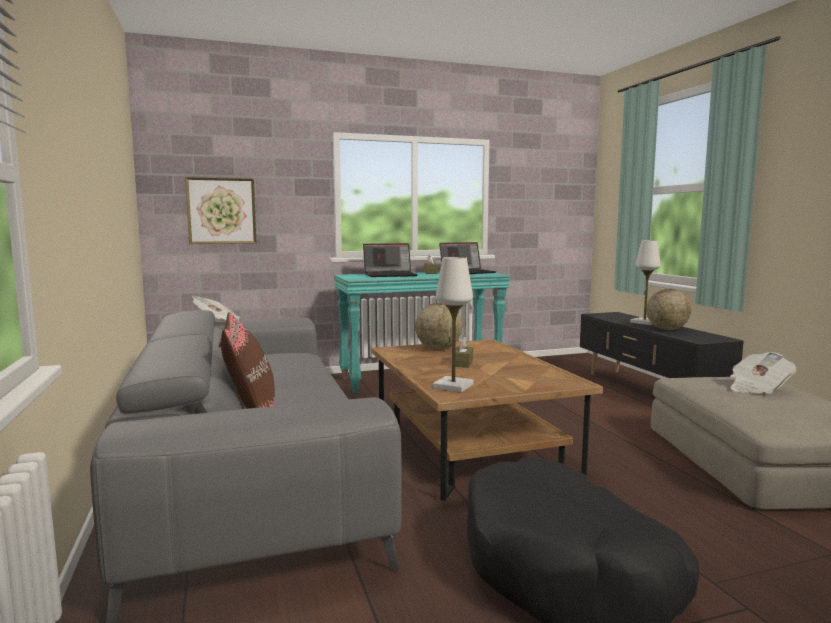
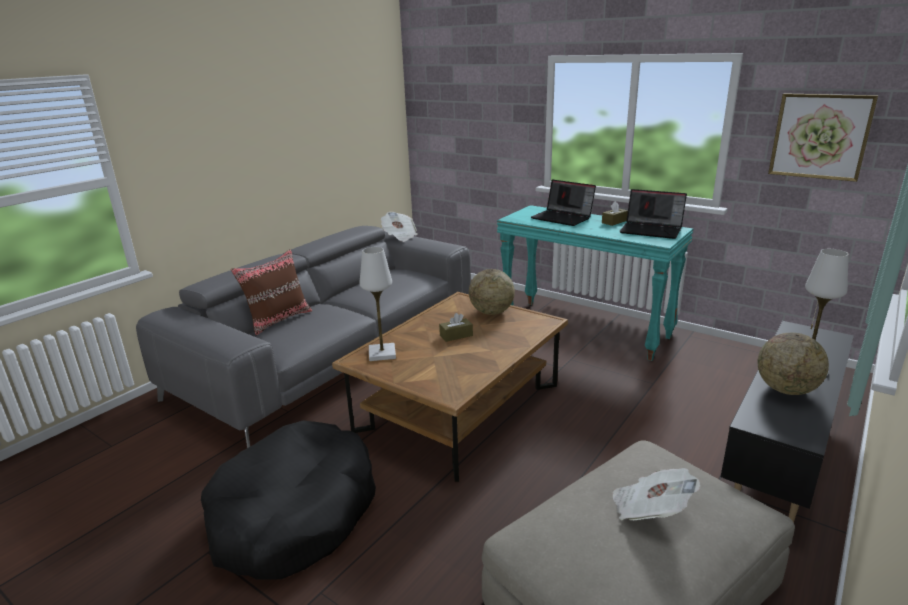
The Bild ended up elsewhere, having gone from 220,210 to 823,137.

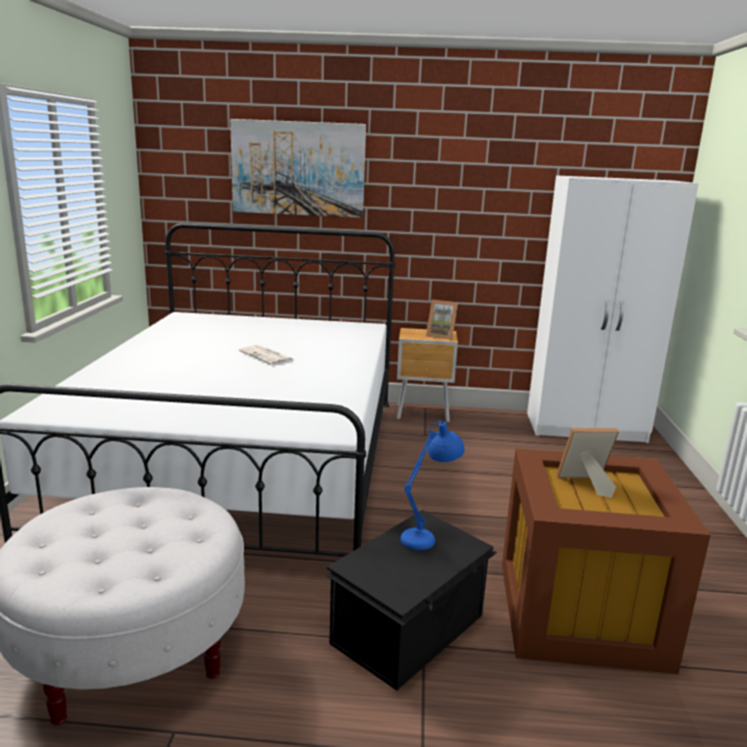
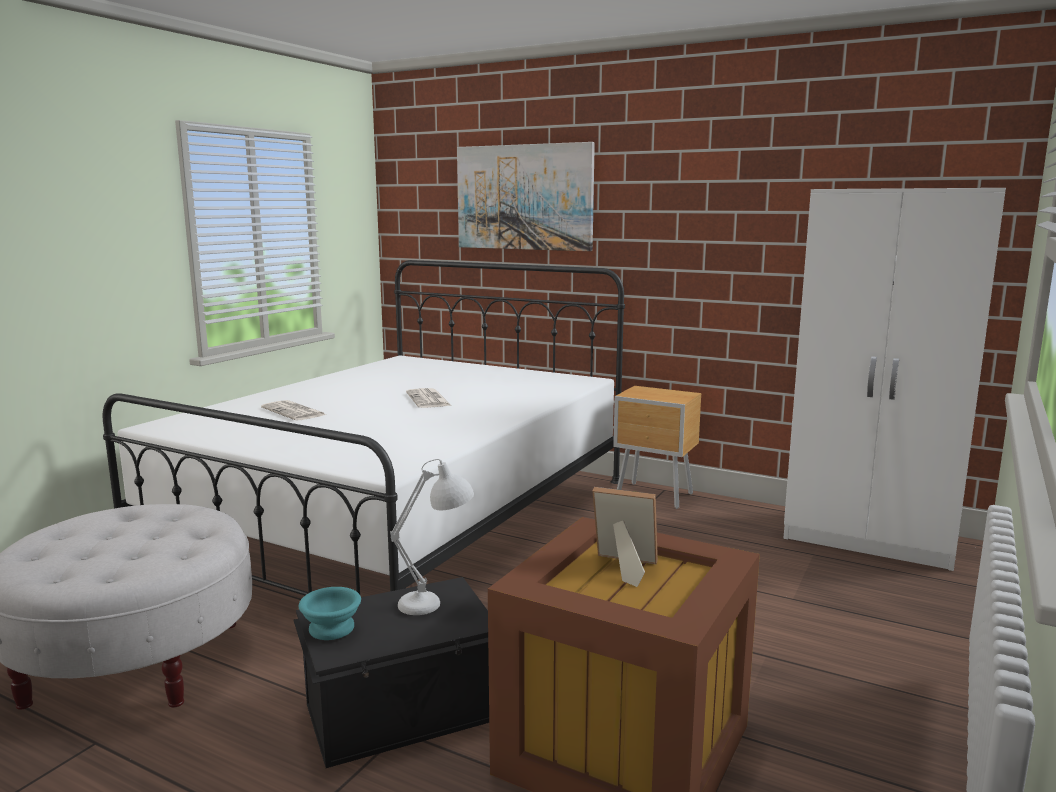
The second view gained the Zeitung at 293,410. The second view gained the Schüssel/türkis at 330,613. What was the Tischlampe/blau at 432,485 turned into the Tischlampe/weiß at 432,537. The second view lost the Bilderrahmen at 442,319.

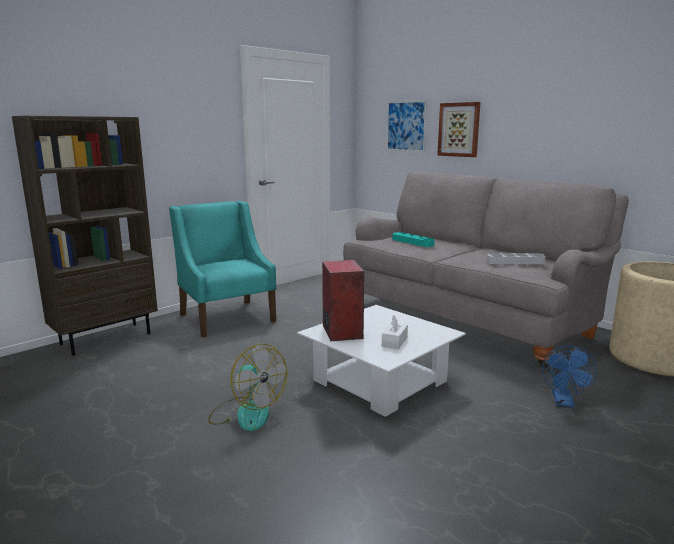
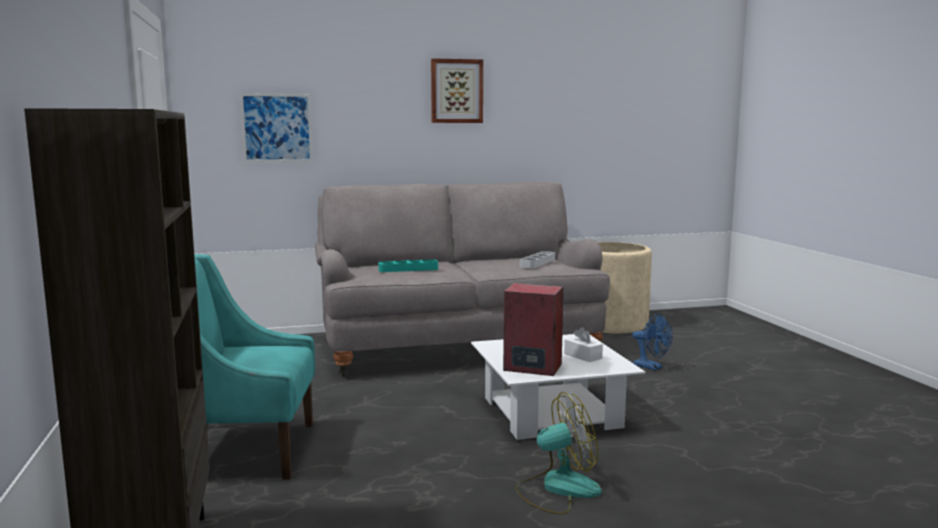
The Bild ended up elsewhere, having gone from 459,129 to 457,90.

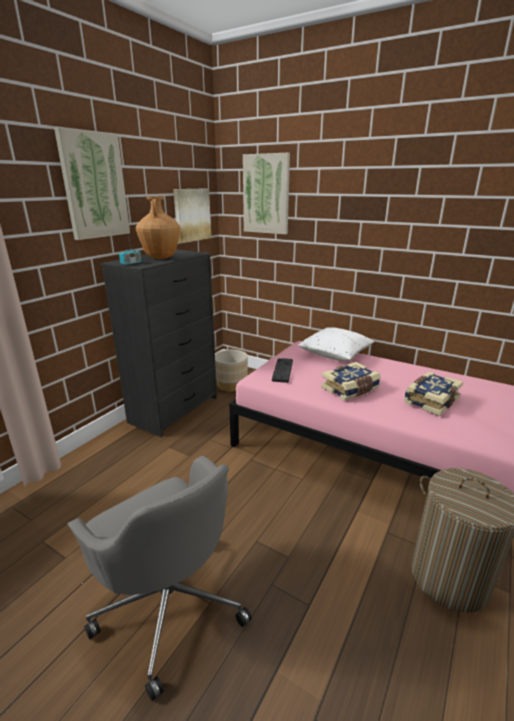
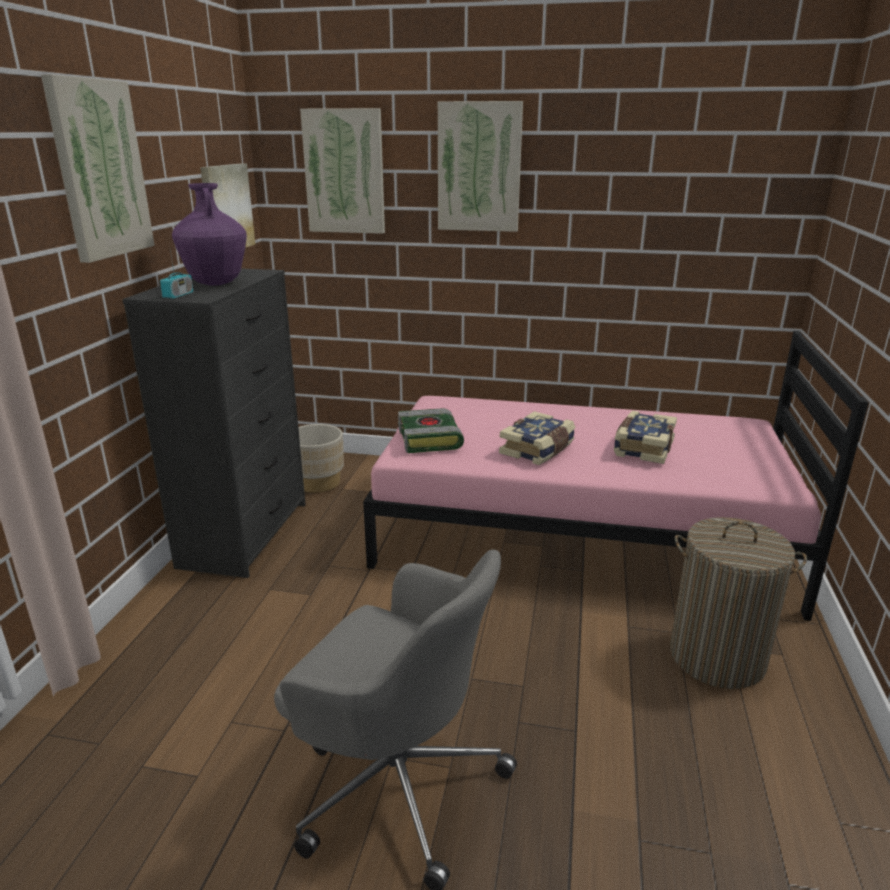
What was the Vase/braun at 158,227 turned into the Vase/lila at 209,234. Where the Tastatur stood at 282,370, the Buch came to stand at 431,430. The second view gained the Bild at 480,166. The second view lost the Kissen/weiß at 336,344.

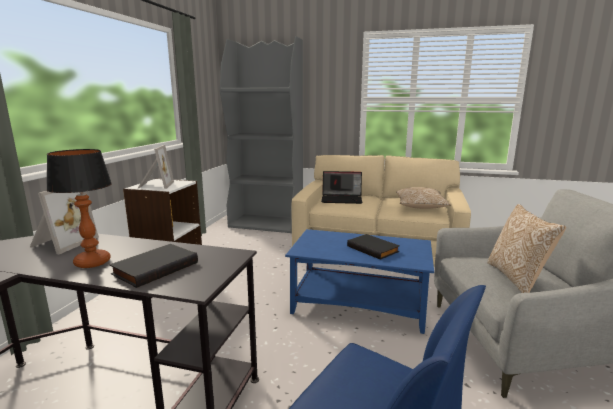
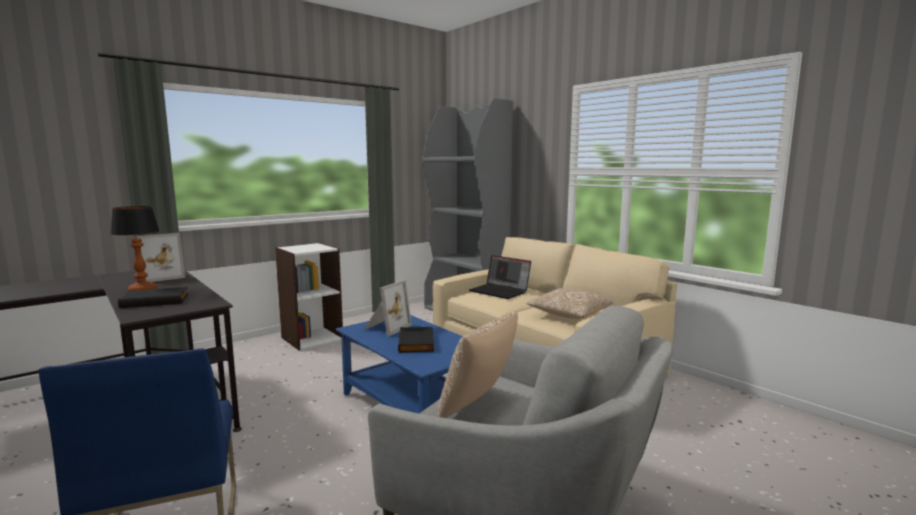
The Bilderrahmen ended up elsewhere, having gone from 156,167 to 388,308.

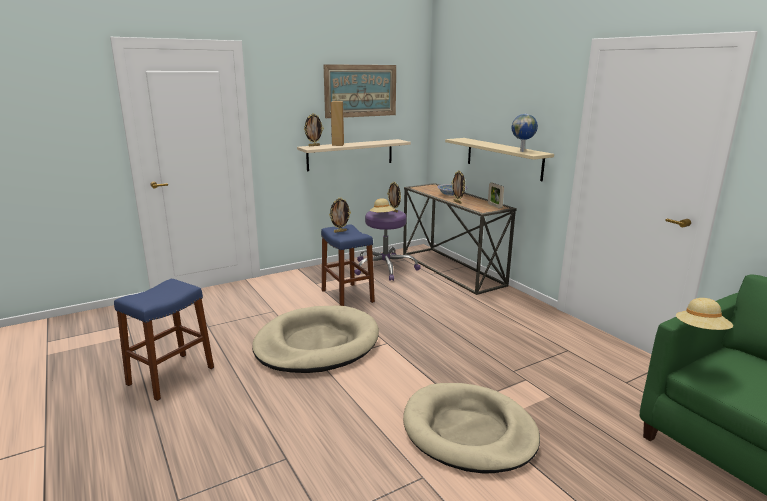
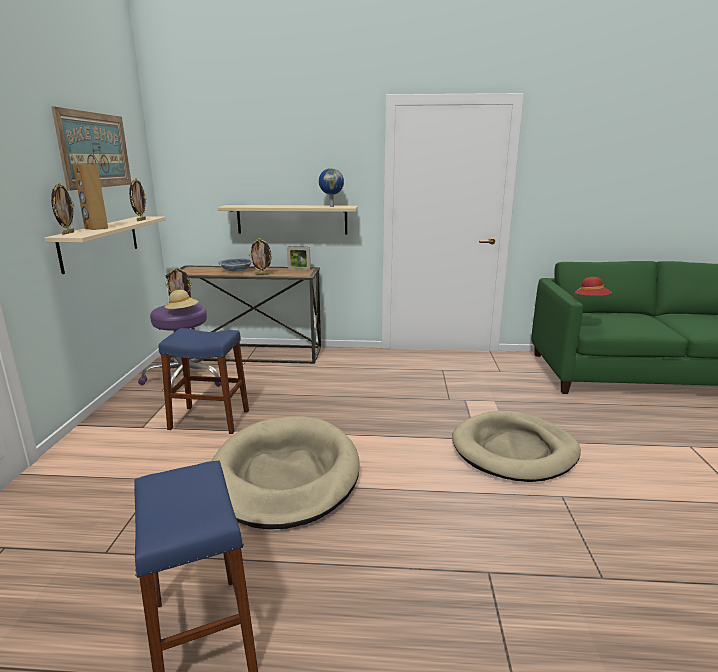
The Bilderrahmen ended up elsewhere, having gone from 340,215 to 138,199. What was the Hut/beige at 704,314 turned into the Hut/rot at 593,287.

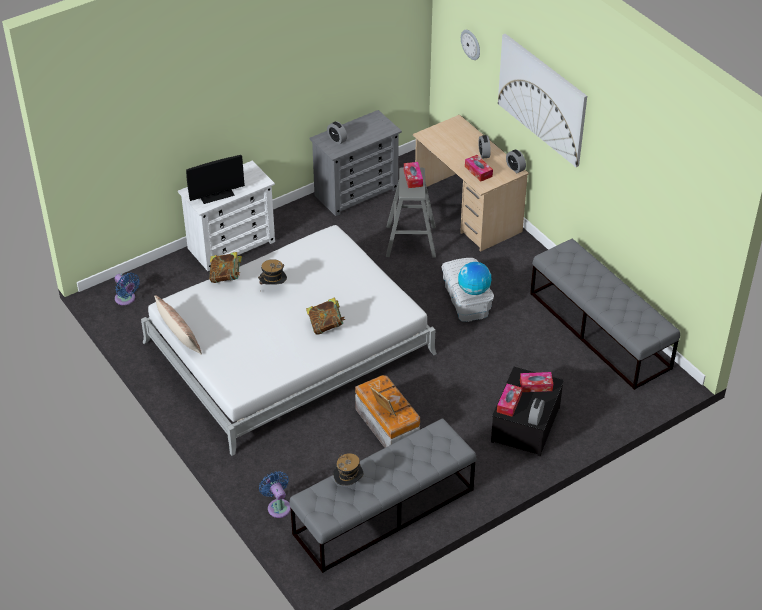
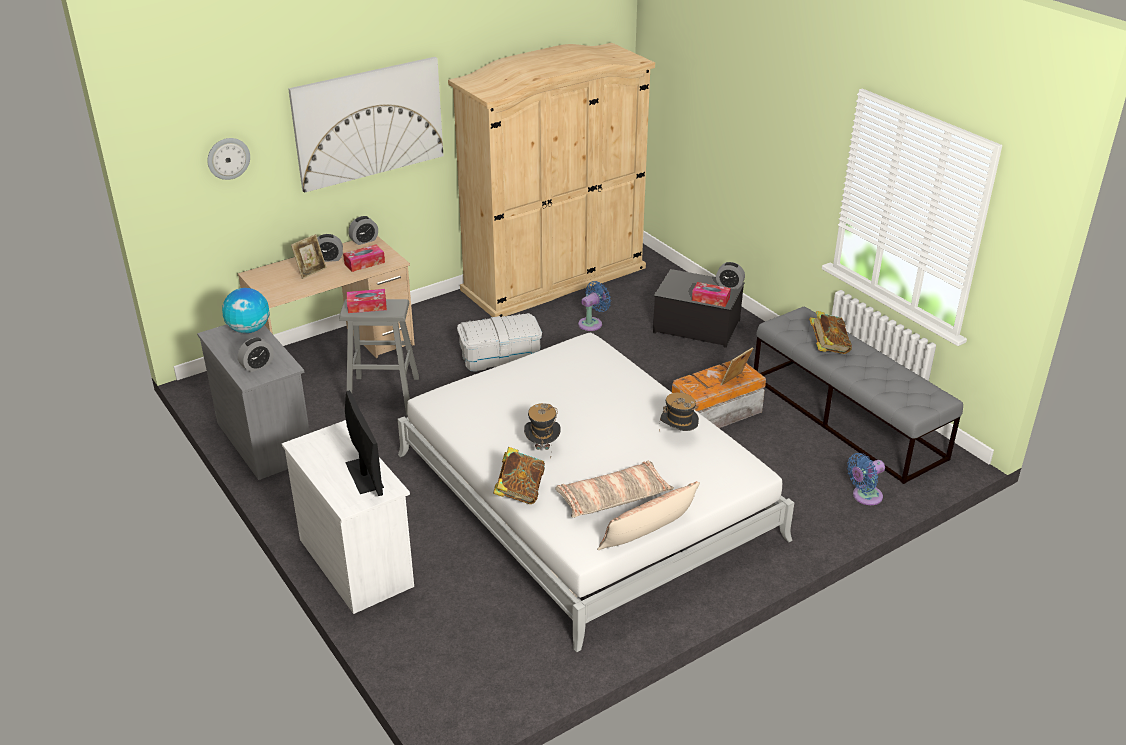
The Globus ended up elsewhere, having gone from 474,278 to 246,310. The second view gained the Bilderrahmen at 309,256. Where the Bank/grau stood at 605,314, the Kleiderschrank/beige came to stand at 551,180. The second view gained the Kissen at 614,489. The Ventilator/blau ended up elsewhere, having gone from 127,289 to 594,306. The Hut ended up elsewhere, having gone from 348,469 to 679,412. The Buch ended up elsewhere, having gone from 325,316 to 830,332. The second view lost the Taschentuchbox at 536,382.

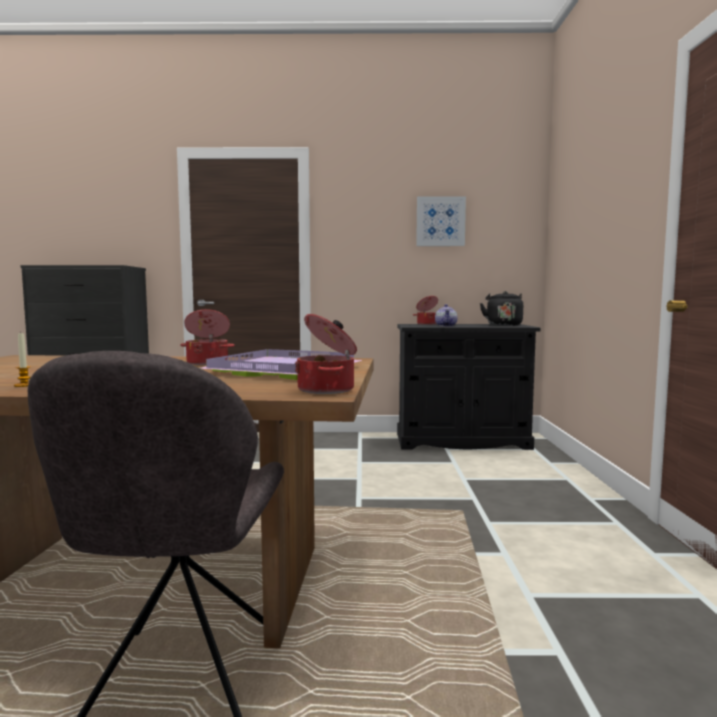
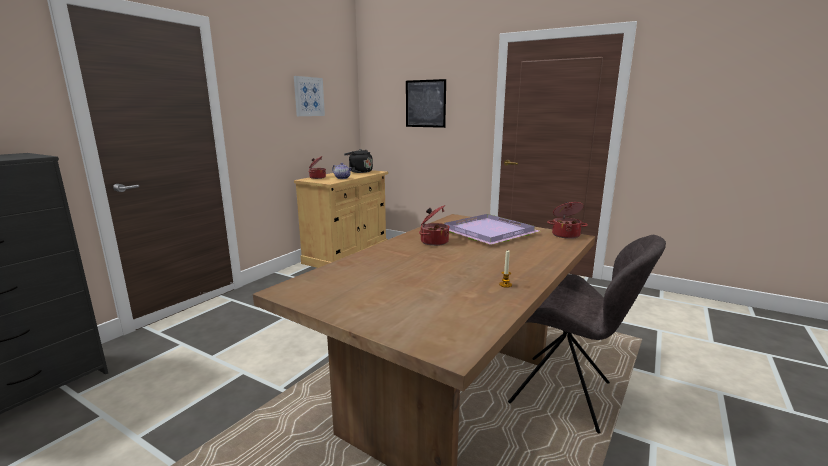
What was the Schrank/schwarz at 469,387 turned into the Schrank/beige at 341,219. The second view gained the Bild at 426,103.

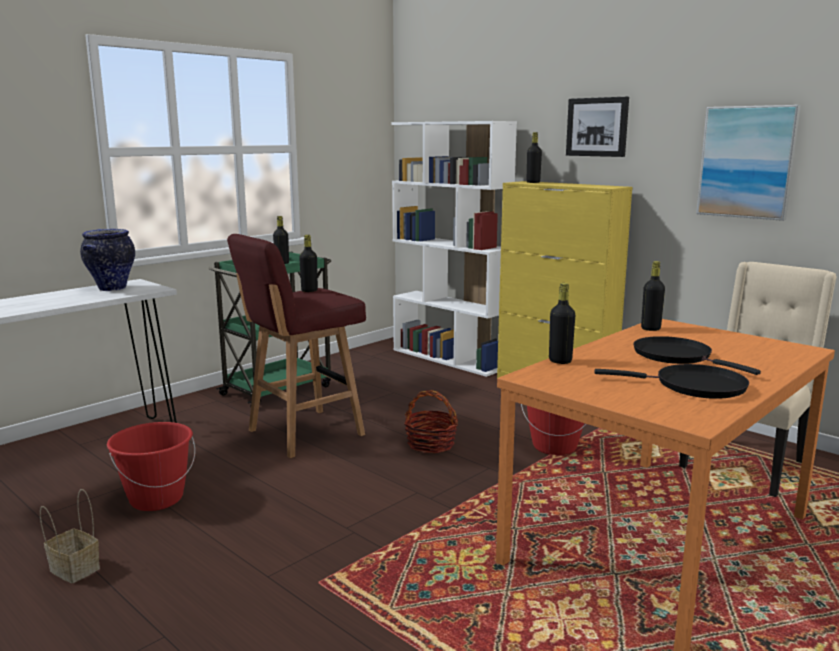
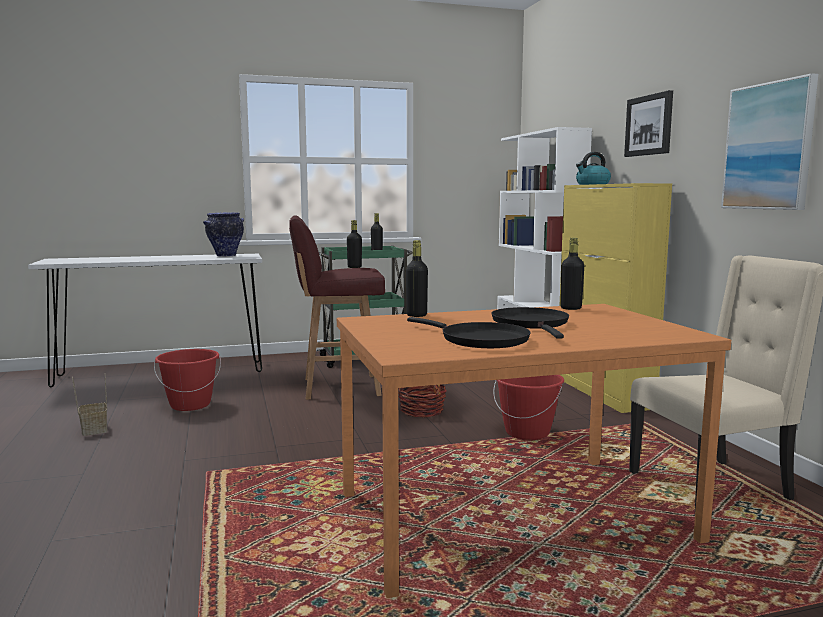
Where the Flasche/schwarz stood at 534,157, the Wasserkessel came to stand at 593,168.

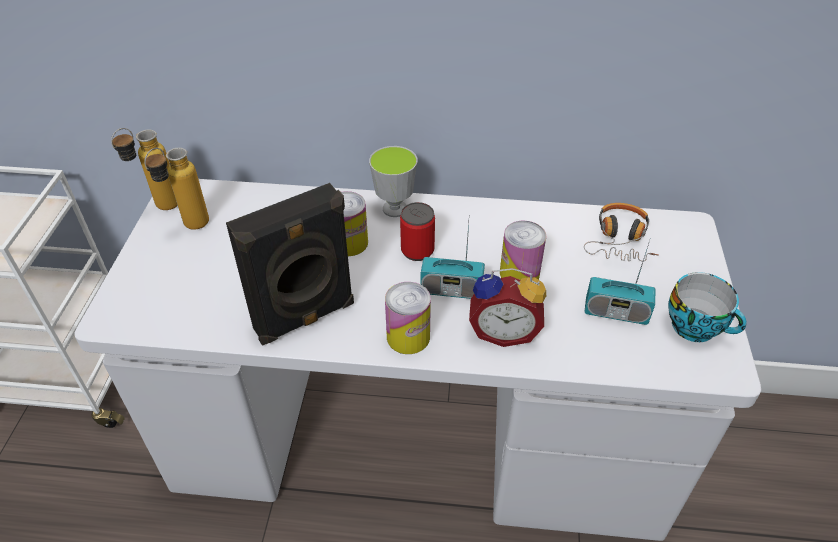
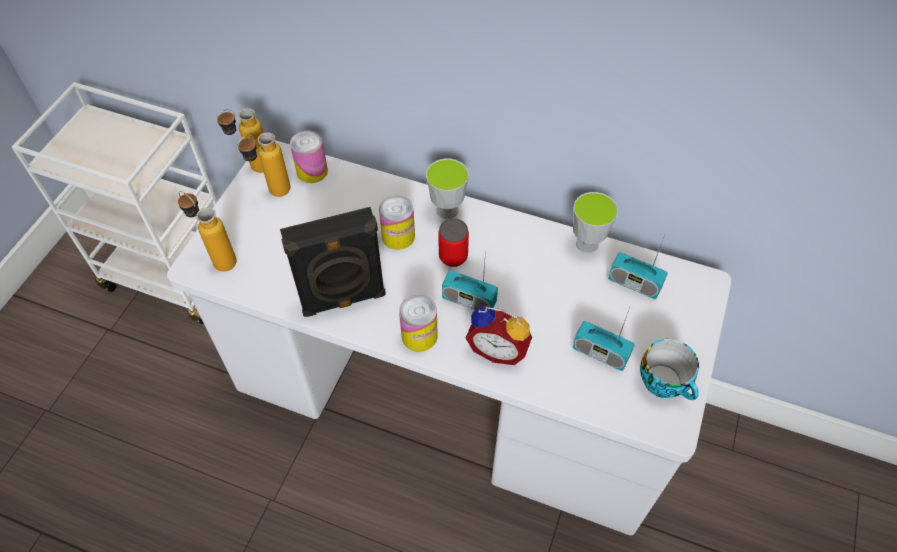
The second view gained the Flasche at 207,231. The Dose ended up elsewhere, having gone from 523,250 to 309,157. The second view gained the Tasse at 595,222. Where the Kopfhörer stood at 621,232, the Radio came to stand at 638,267.

